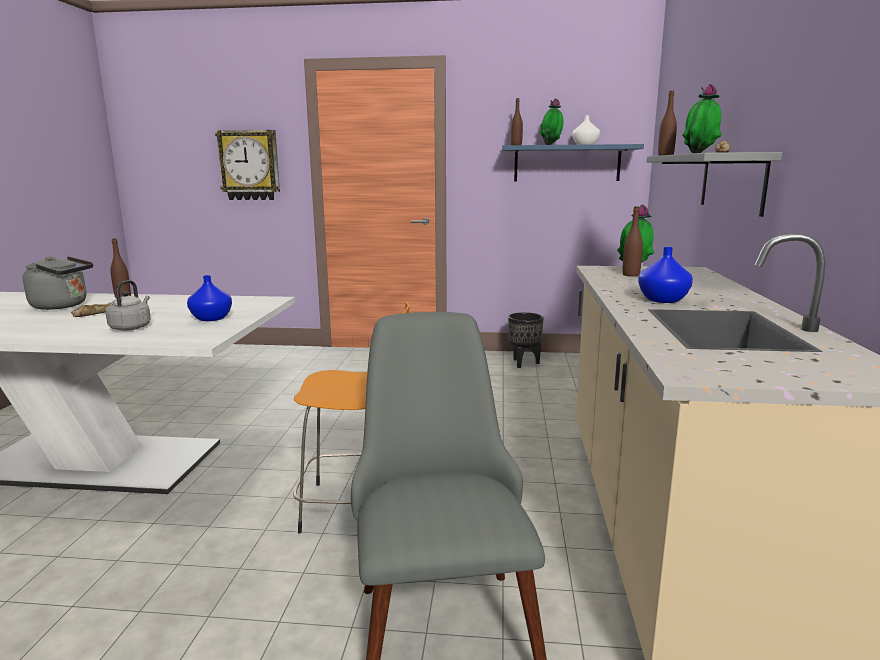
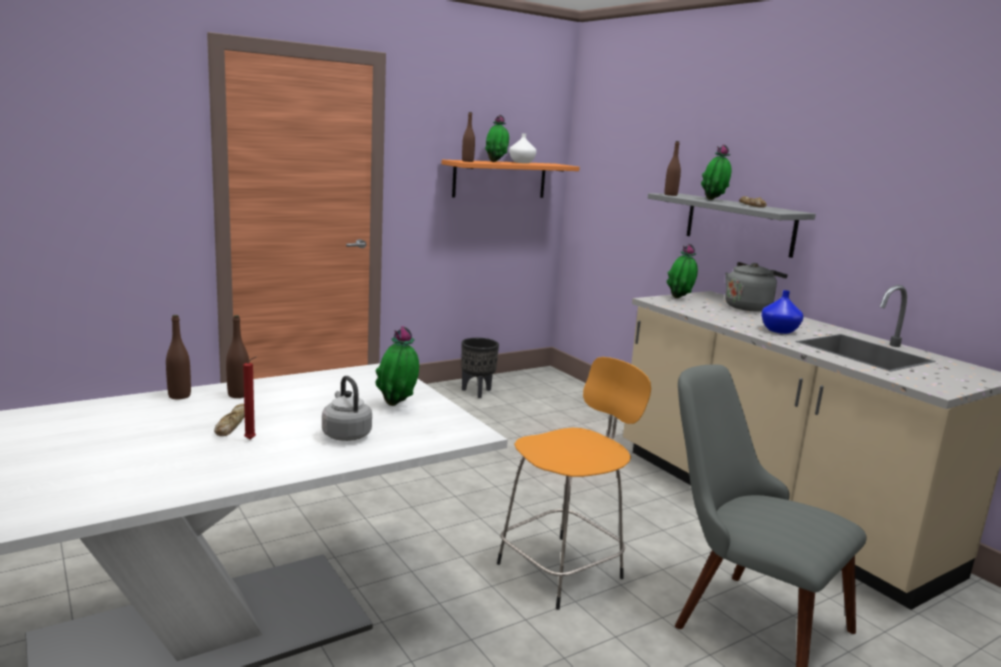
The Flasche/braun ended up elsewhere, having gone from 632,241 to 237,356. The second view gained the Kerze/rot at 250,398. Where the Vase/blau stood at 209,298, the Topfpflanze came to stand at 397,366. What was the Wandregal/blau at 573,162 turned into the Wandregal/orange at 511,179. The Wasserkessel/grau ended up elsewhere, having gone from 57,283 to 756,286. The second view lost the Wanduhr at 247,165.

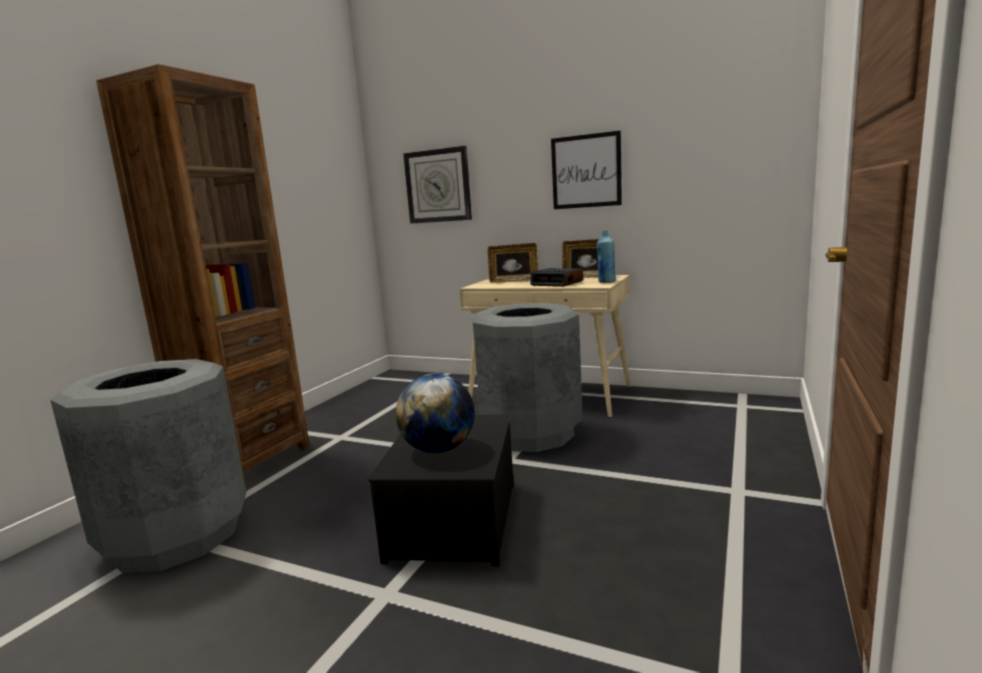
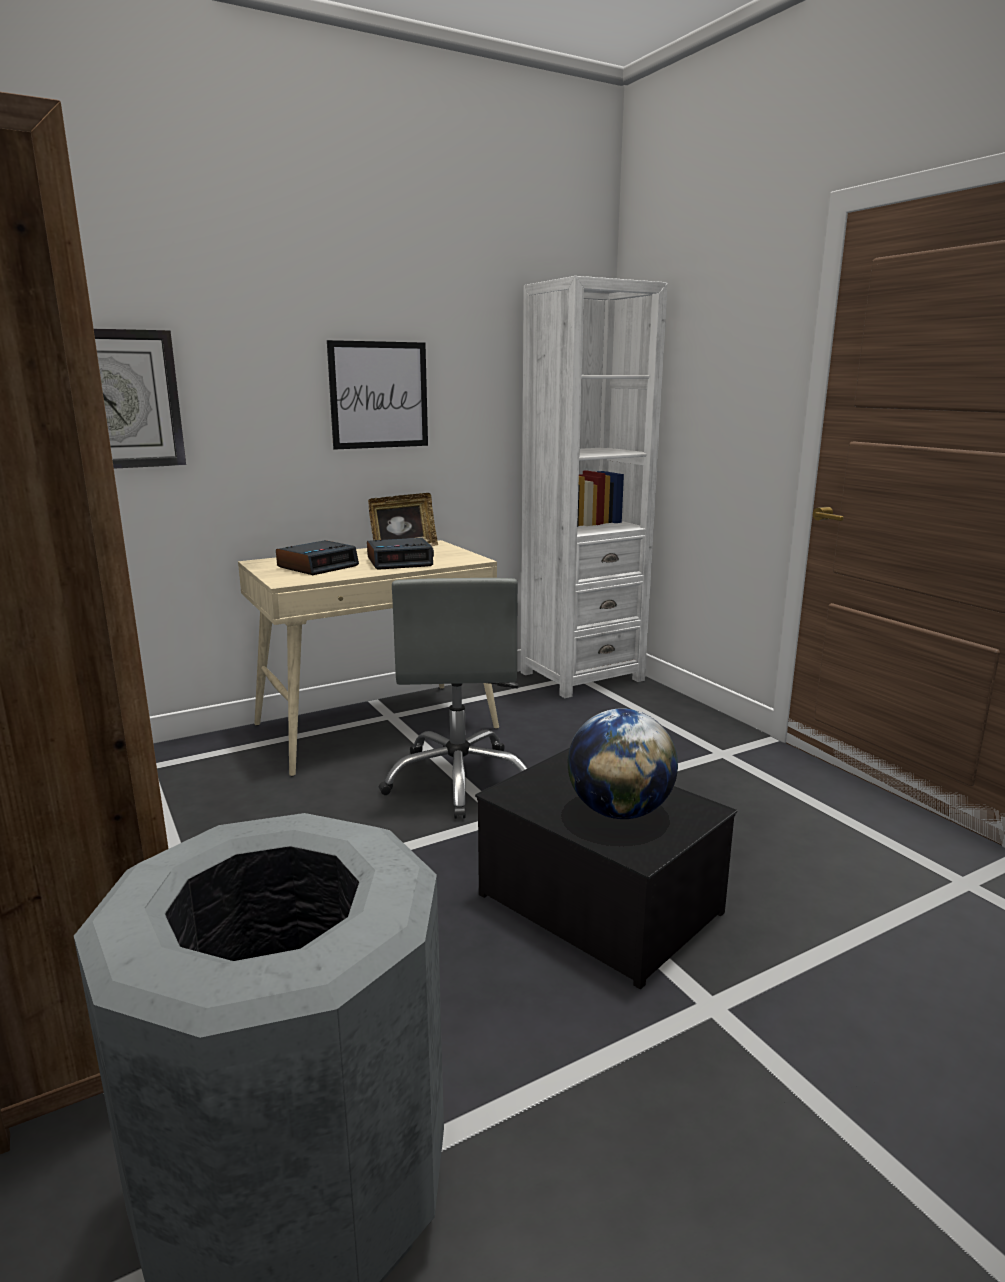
Where the Bilderrahmen stood at 513,263, the Wecker came to stand at 317,557. Where the Mülleimer/grau stood at 527,377, the Bürostuhl/grau came to stand at 453,698. The second view gained the Bücherregal/weiß at 594,487. The second view lost the Flasche/blau at 606,257.

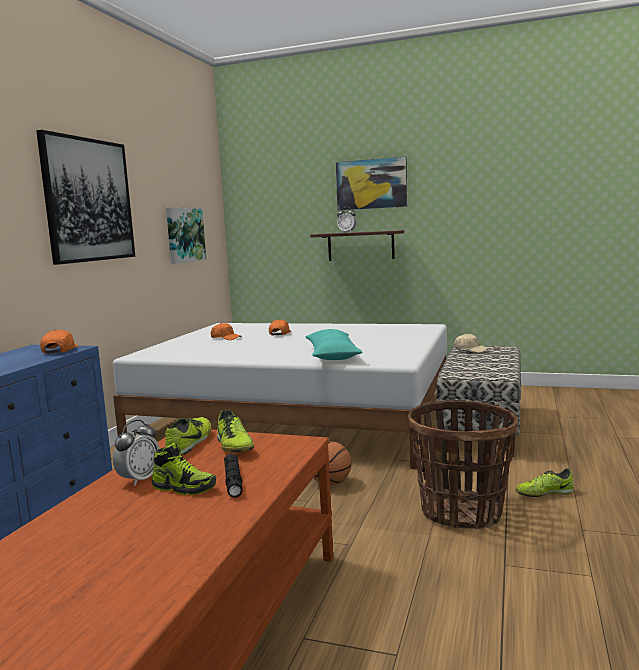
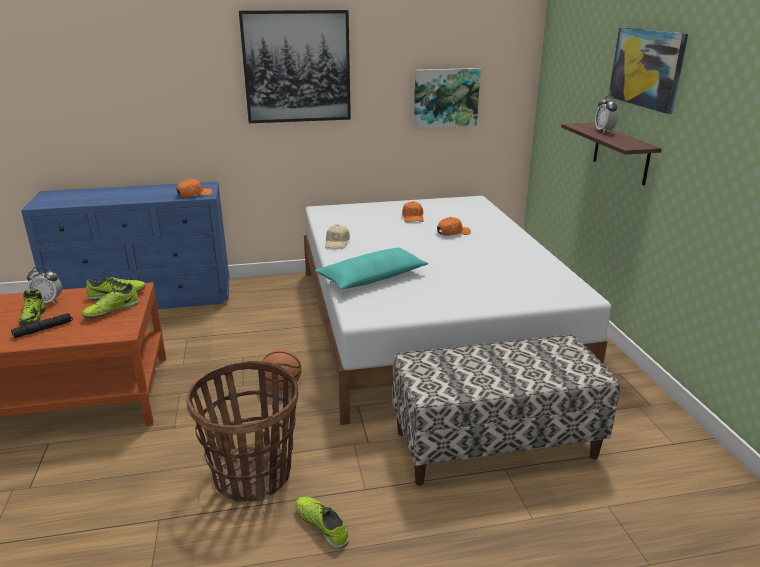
The Kappe/beige ended up elsewhere, having gone from 471,343 to 337,236.

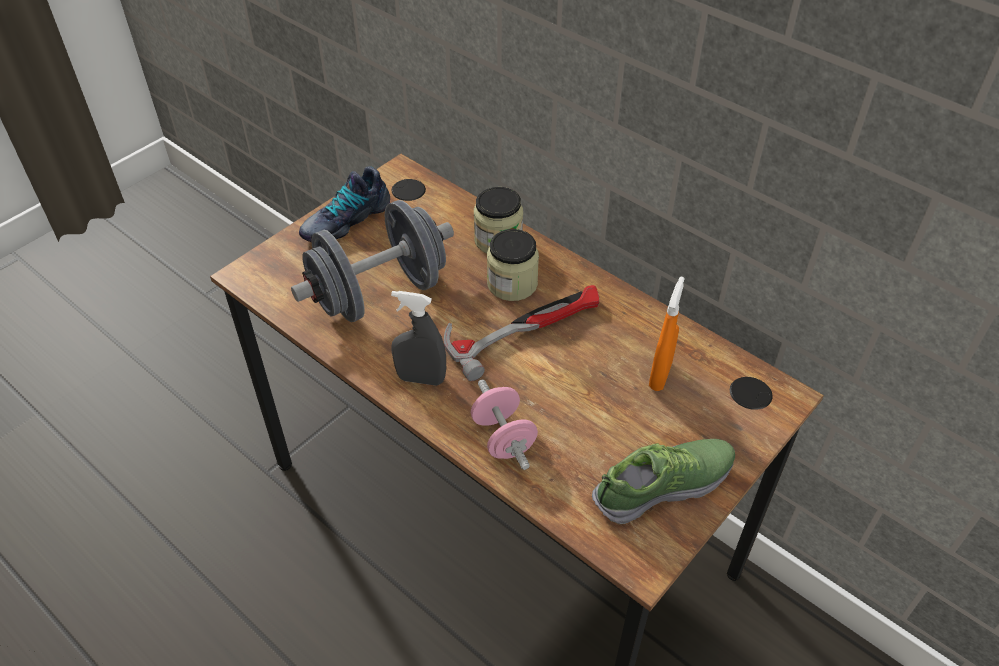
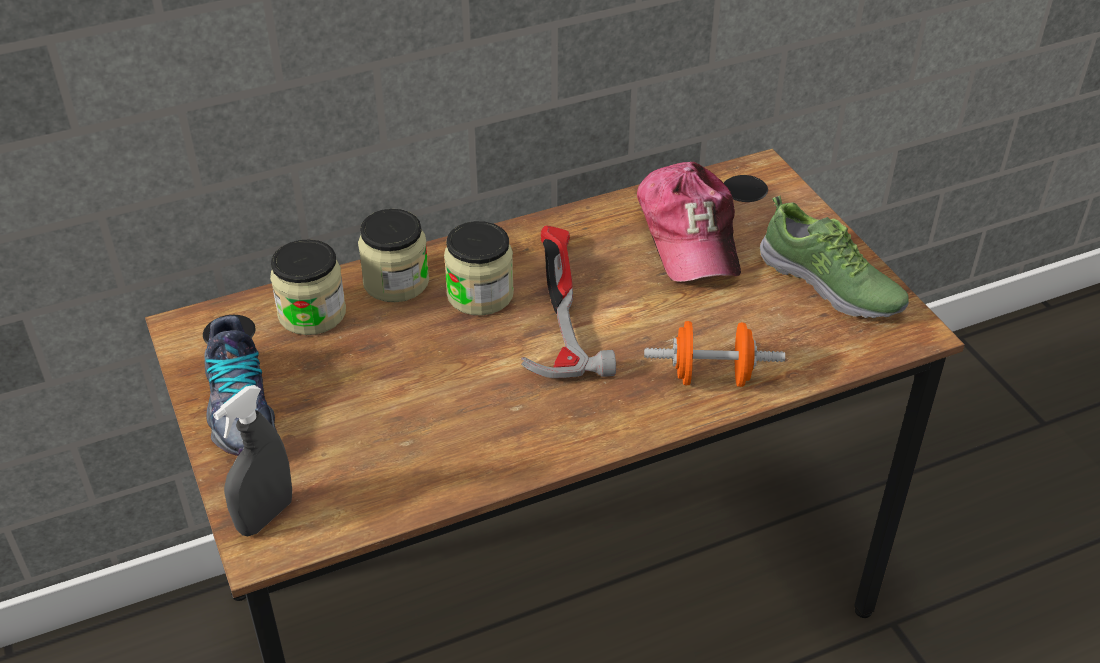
The Sprühflasche/grau ended up elsewhere, having gone from 418,338 to 252,460. The second view gained the Vorratsglas at 308,287. Where the Sprühflasche/orange stood at 667,334, the Kappe came to stand at 689,222. What was the Hantel/rosa at 504,424 turned into the Hantel/orange at 714,354. The Schuh at 663,481 ended up facing another way, 135 degrees clockwise from before. The second view lost the Hantel/grau at 372,261.

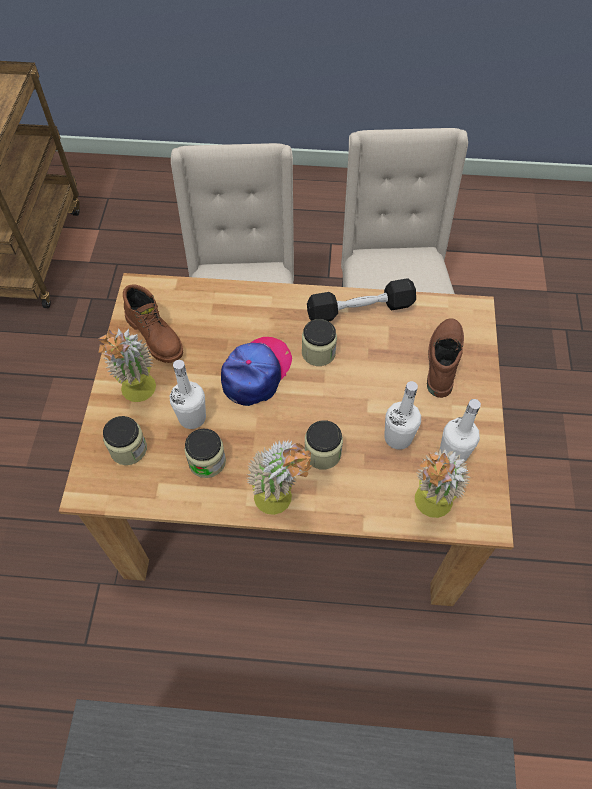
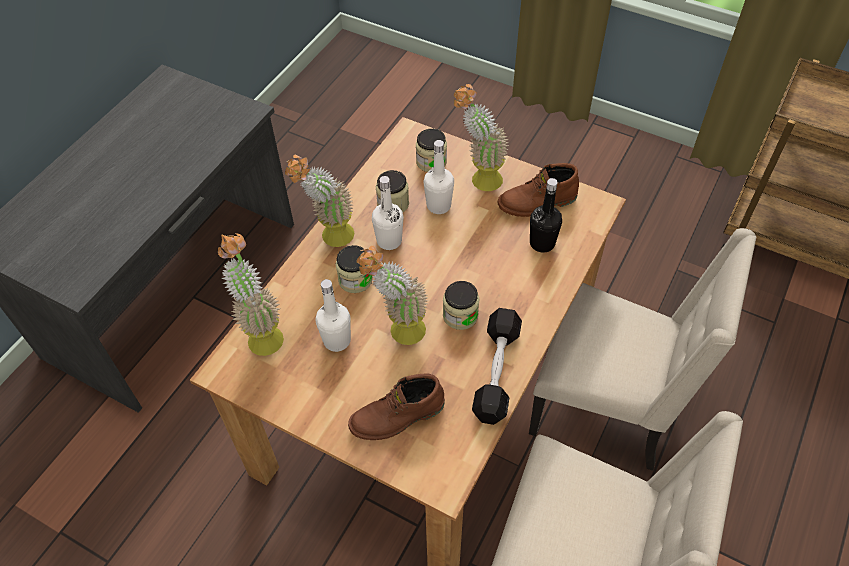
The Stiefel/braun at 445,358 ended up facing another way, 120 degrees clockwise from before. The second view gained the Topfpflanze at 392,295. The Flasche/weiß ended up elsewhere, having gone from 460,431 to 388,213. The second view gained the Flasche/schwarz at 546,215. The second view lost the Kappe at 256,371.

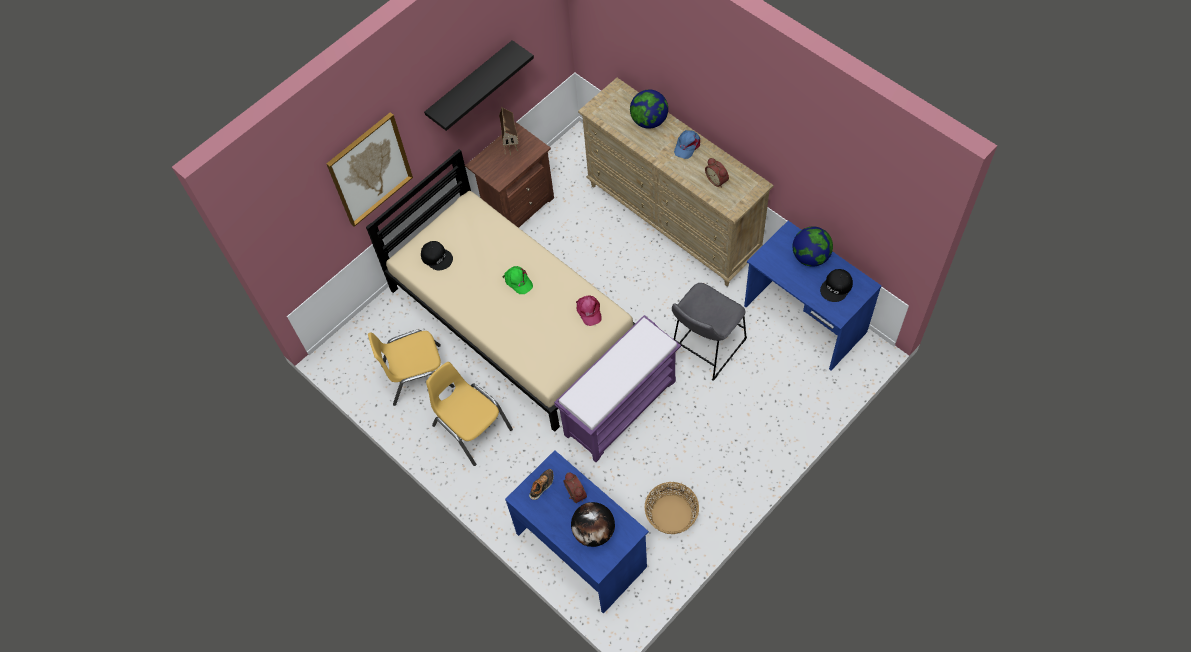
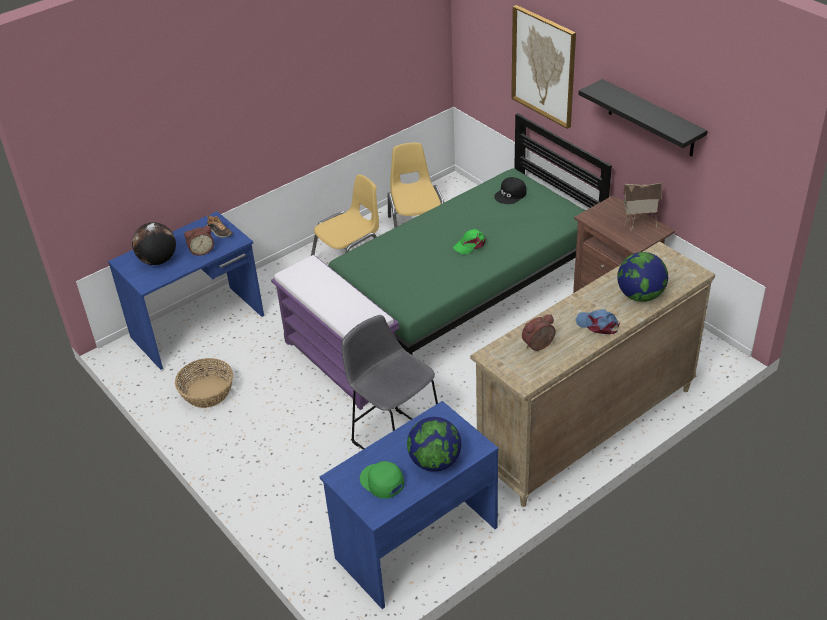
What was the Bett/beige at 500,290 turned into the Bett/grün at 470,234. What was the Kappe/schwarz at 836,285 turned into the Kappe/grün at 382,480. The second view lost the Kappe/rosa at 589,310.

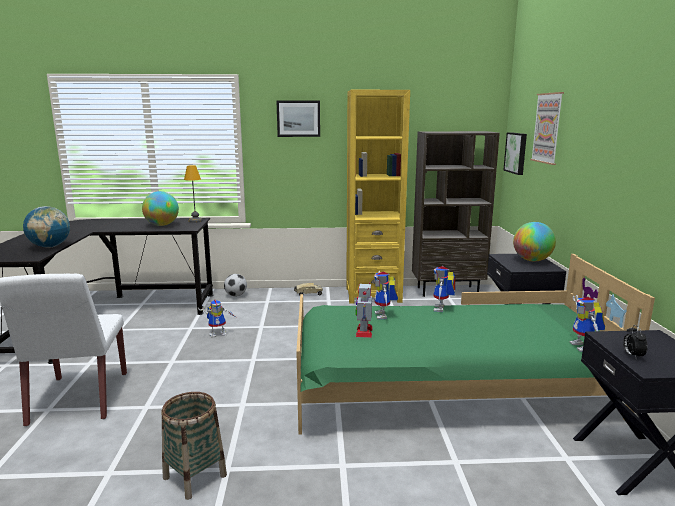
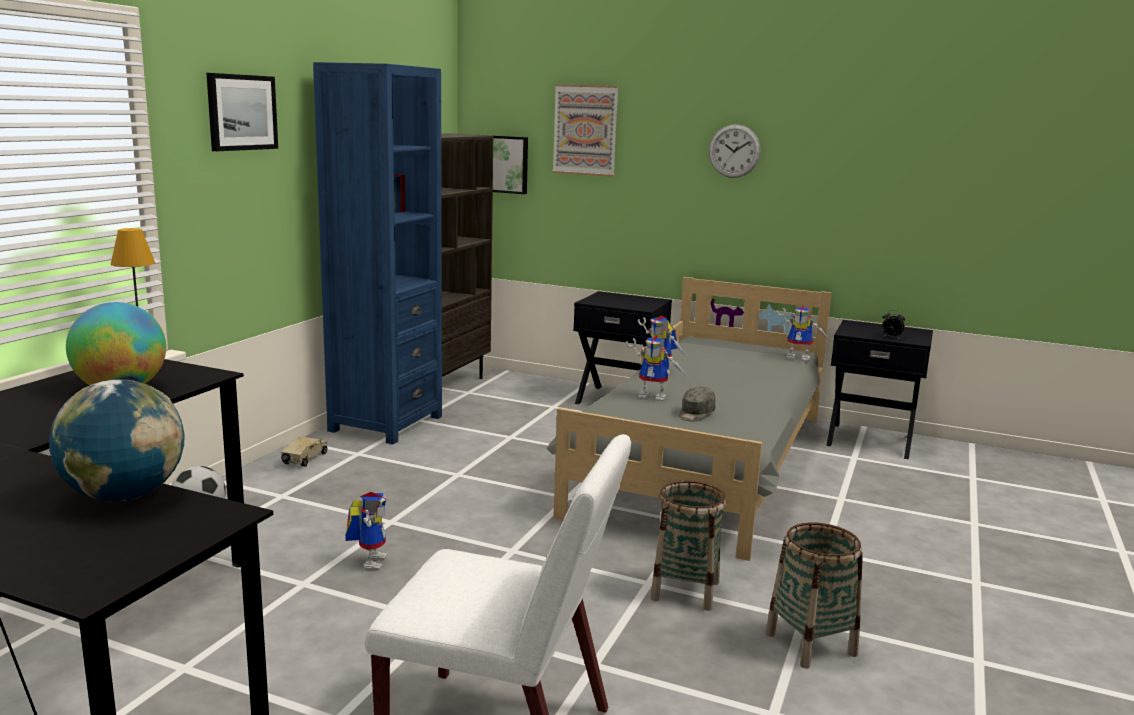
What was the Bücherregal/gelb at 378,197 turned into the Bücherregal/blau at 377,253. What was the Bett/grün at 475,344 turned into the Bett/grau at 689,419. The second view gained the Korb at 688,545. Where the Spielzeugroboter stood at 364,310, the Kappe/grau came to stand at 697,404. The second view gained the Wanduhr at 735,151. The second view lost the Globus at 534,241.

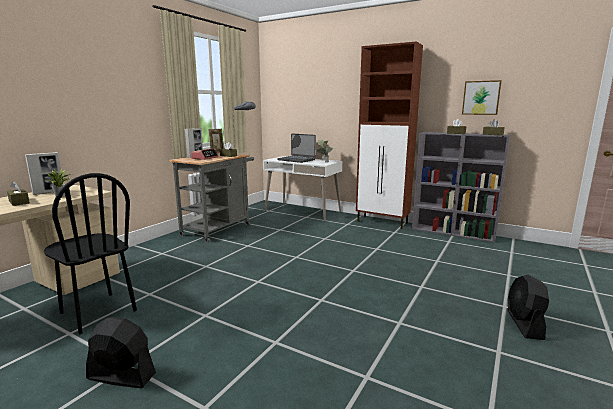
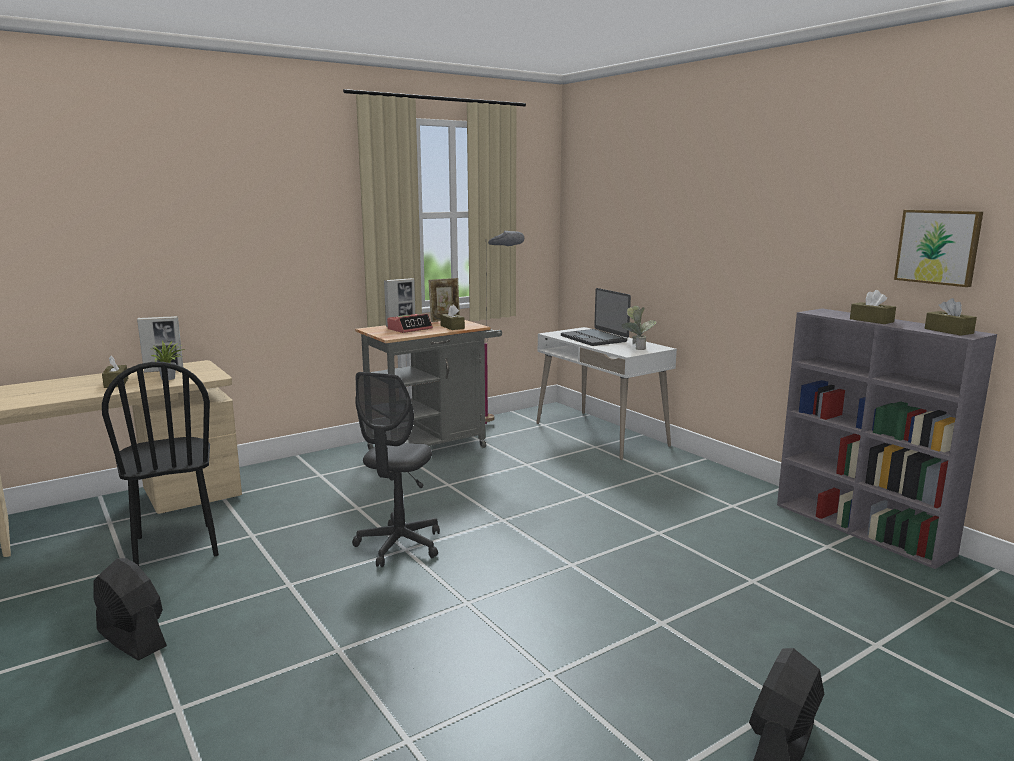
The second view gained the Bürostuhl/grau at 396,469. The second view lost the Schrank/braun at 389,135.

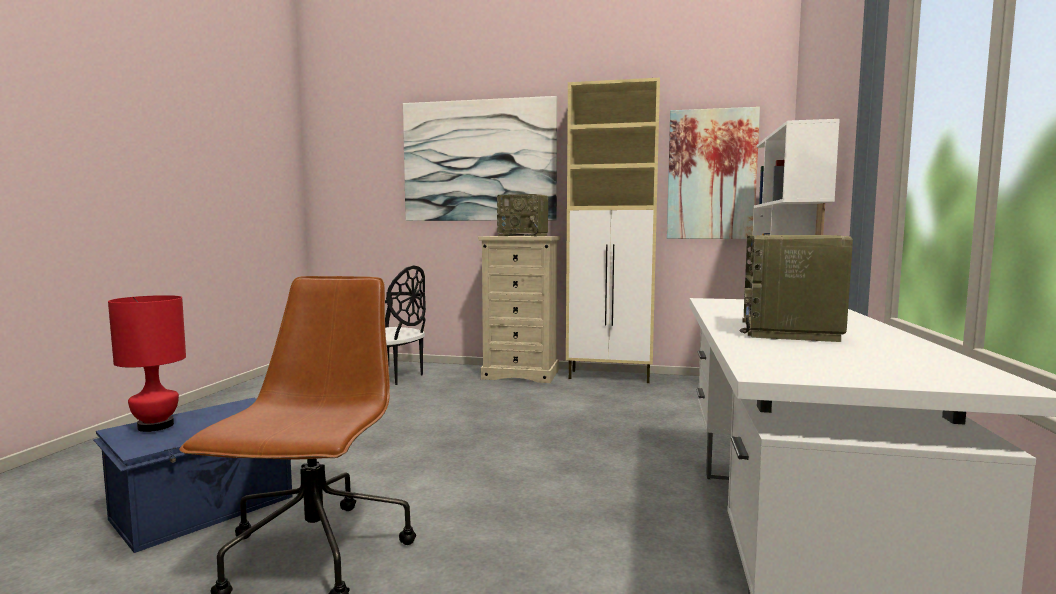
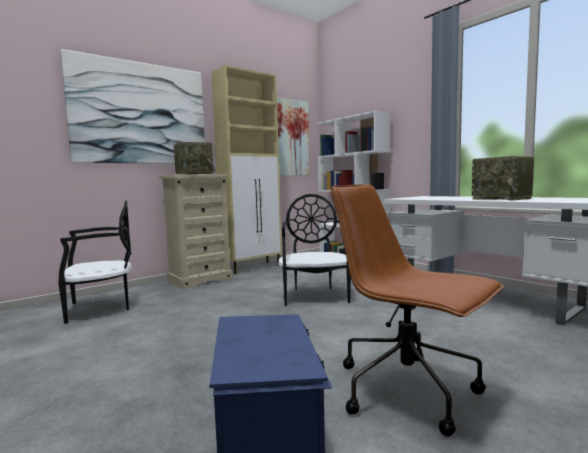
The second view gained the Stuhl/schwarz at 314,250. The second view lost the Tischlampe/rot at 147,363.

